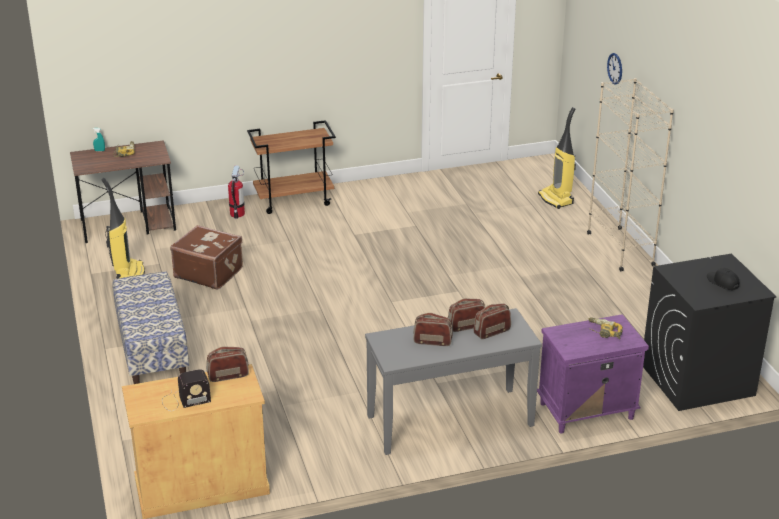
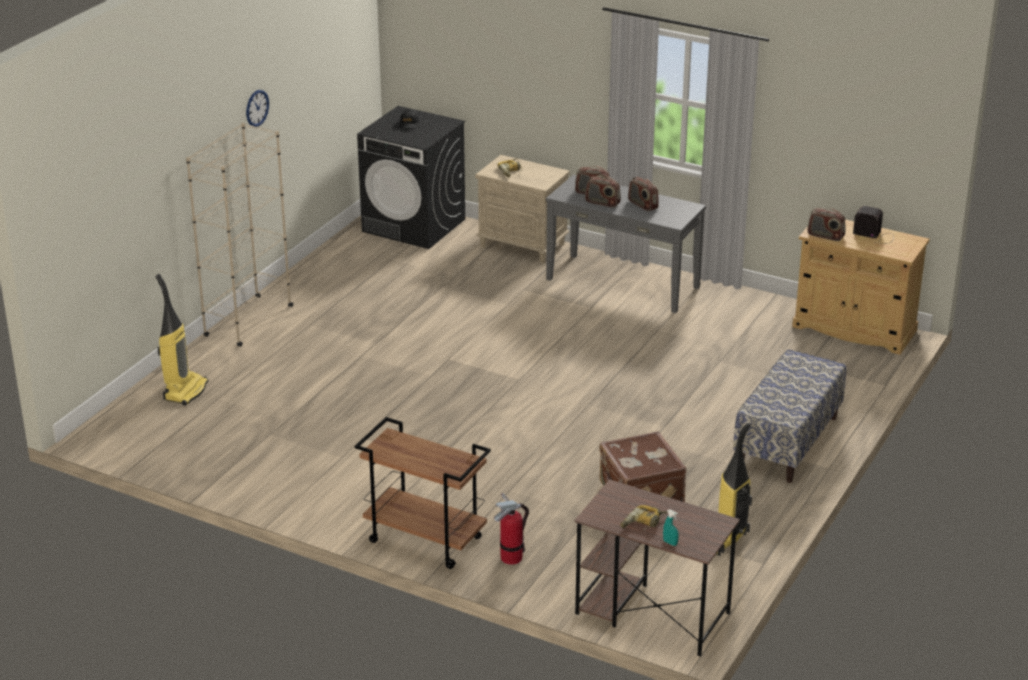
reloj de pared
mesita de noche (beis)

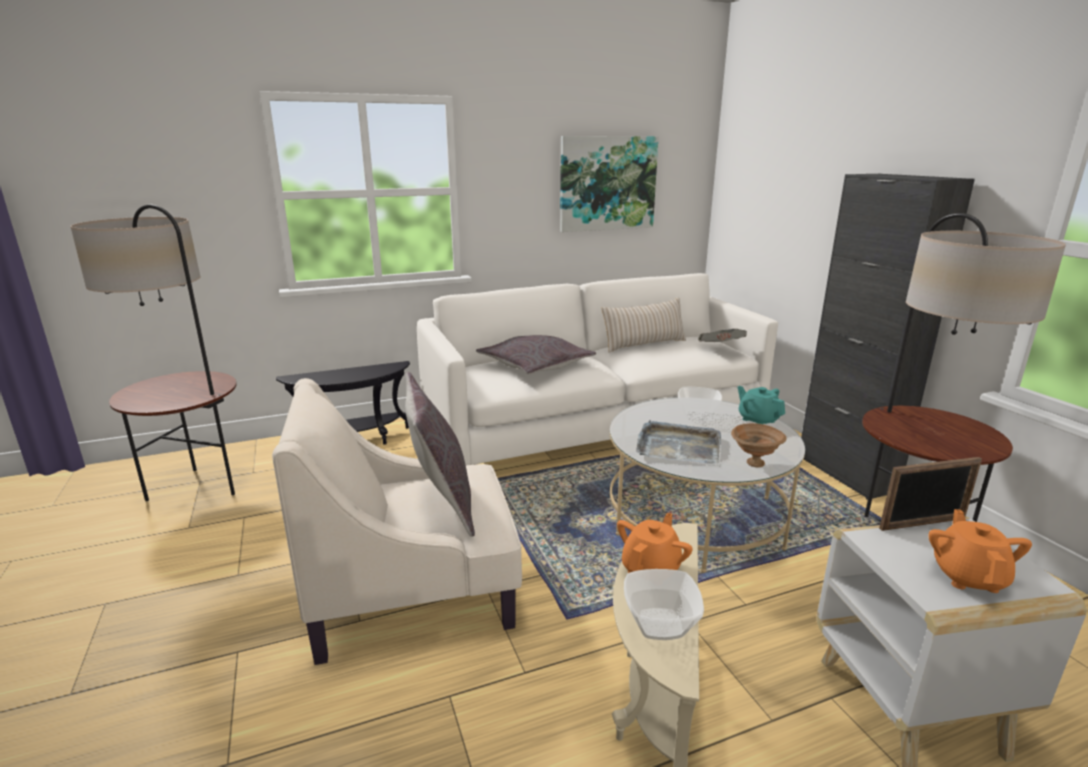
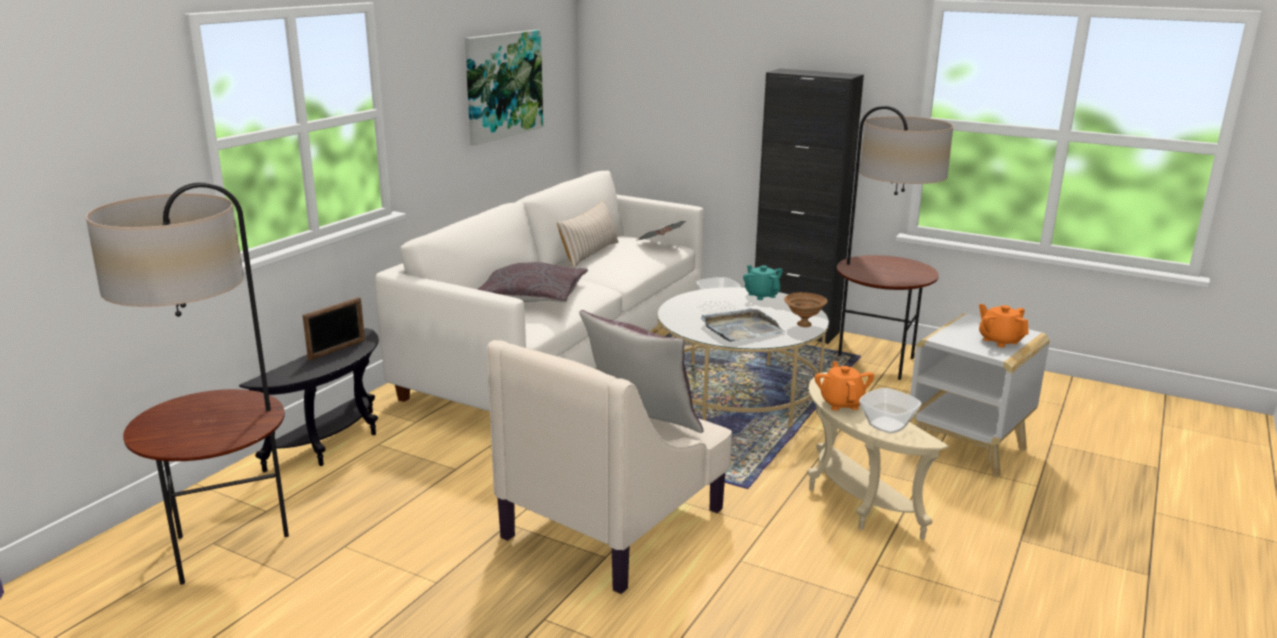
portarretratos
tetera (turquesa)

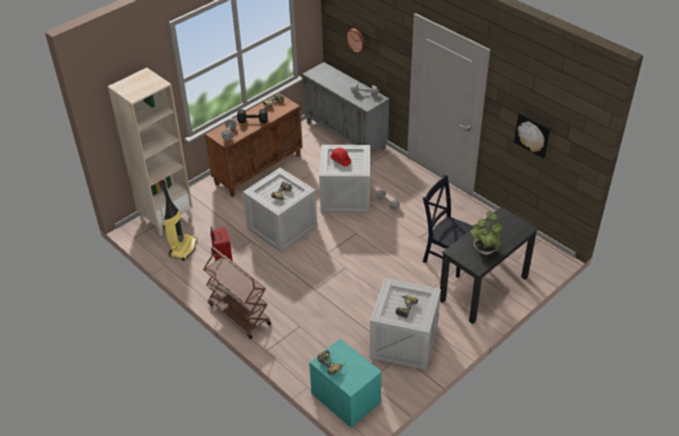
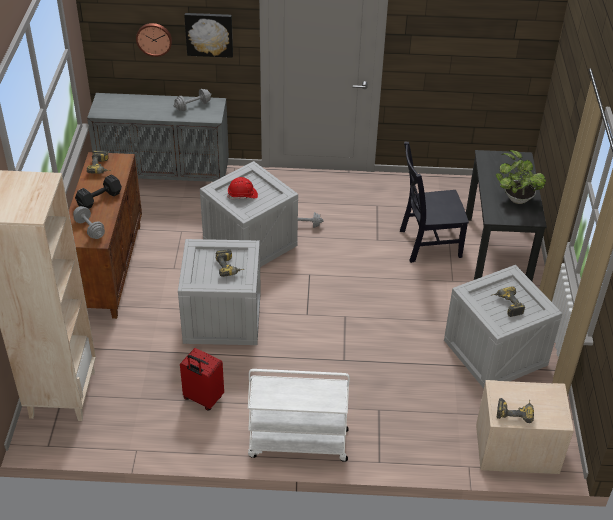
aspiradora
cuadro
carrito (blanco)
mesita de noche (beis)

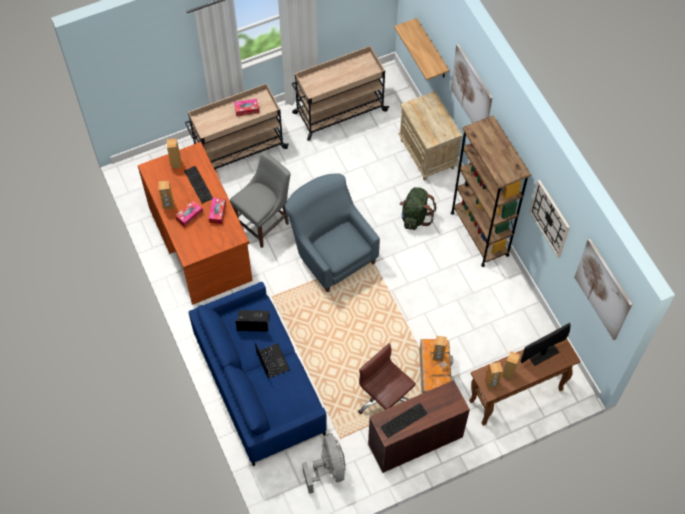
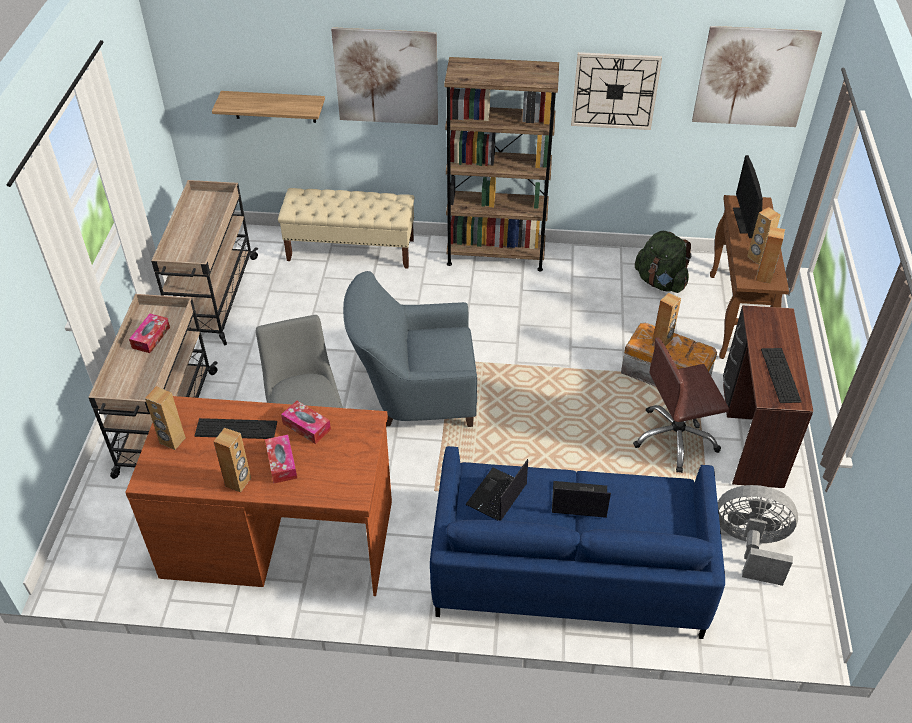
mochila (verde)
banco (beis)

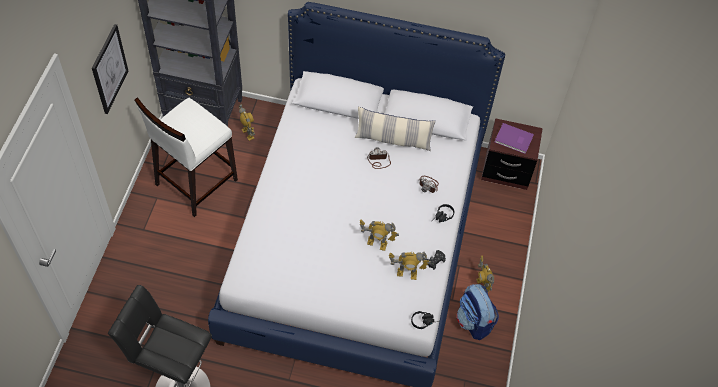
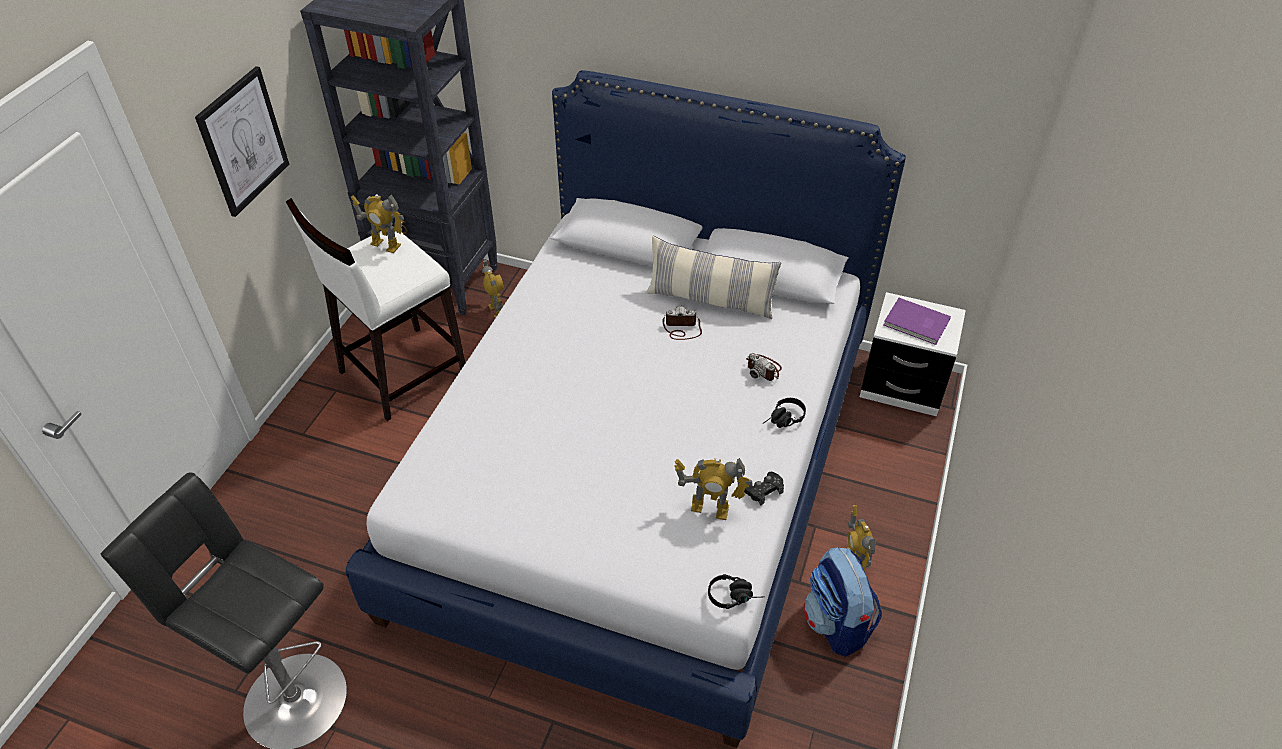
robot de juguete (1st from left)
mesita de noche (blanco)

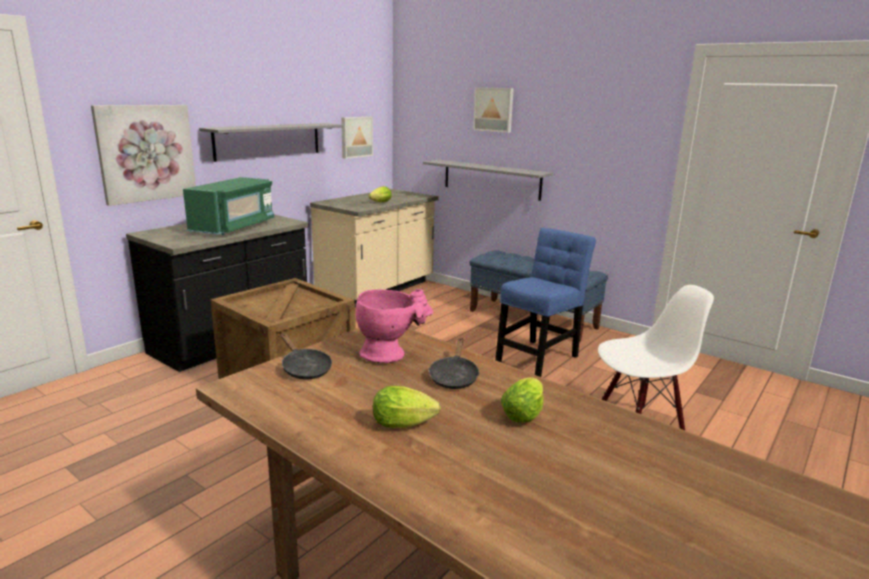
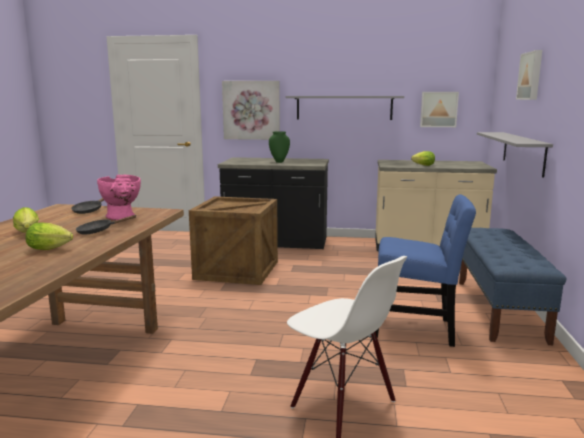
florero (verde)

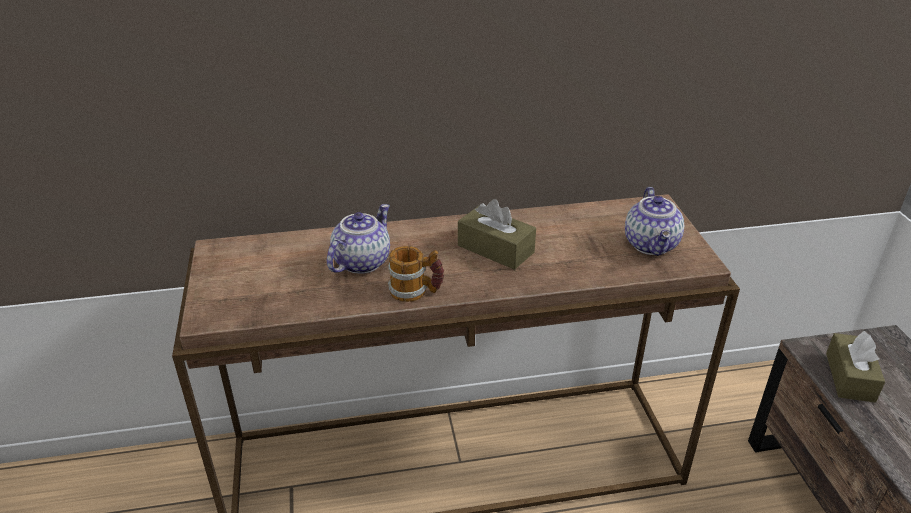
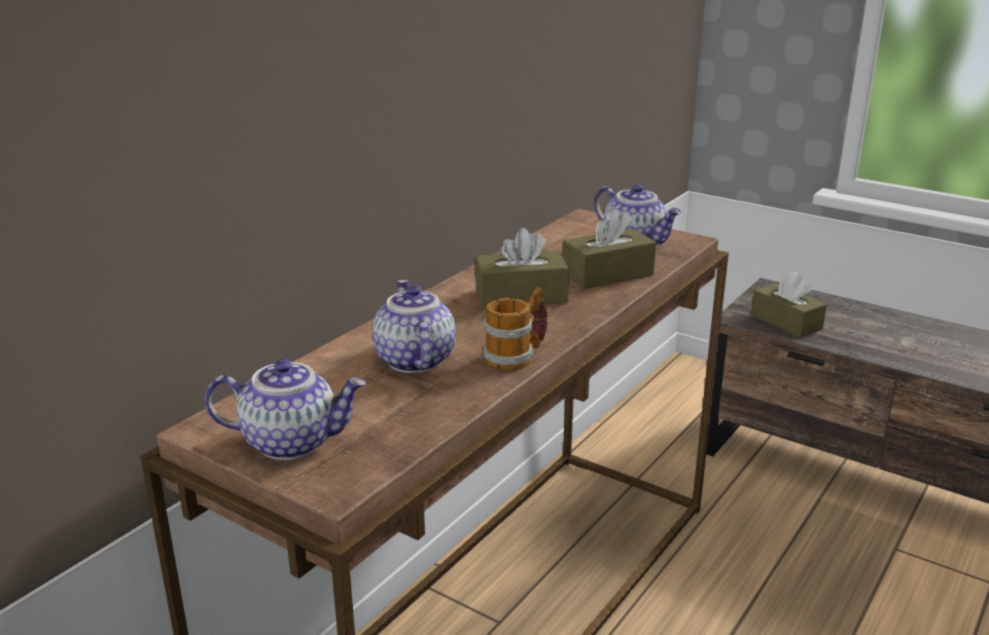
tetera (1st from left)
caja de pañuelos (marrón) (2nd from left)

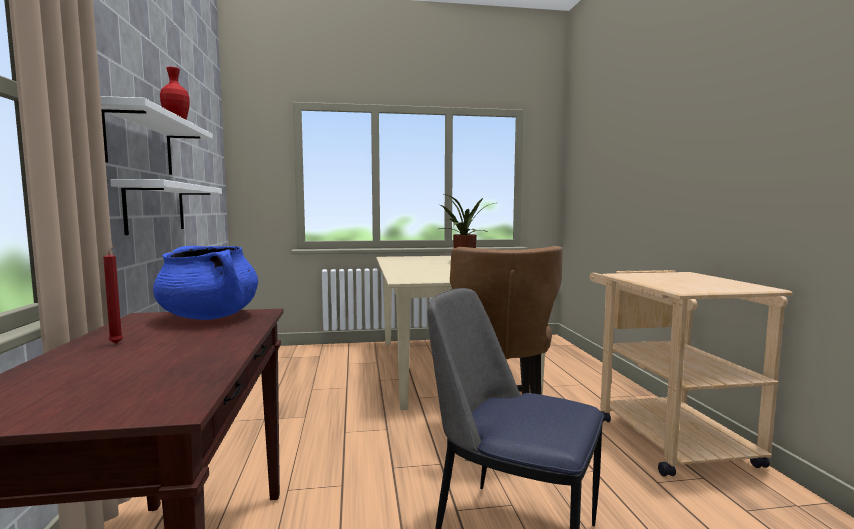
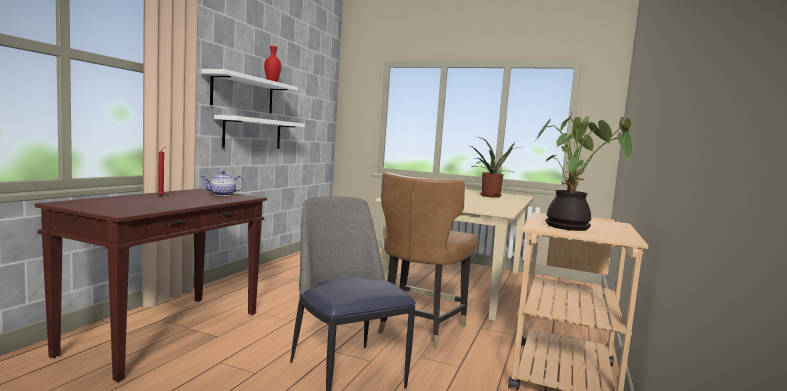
planta en maceta (2nd from left)
tetera

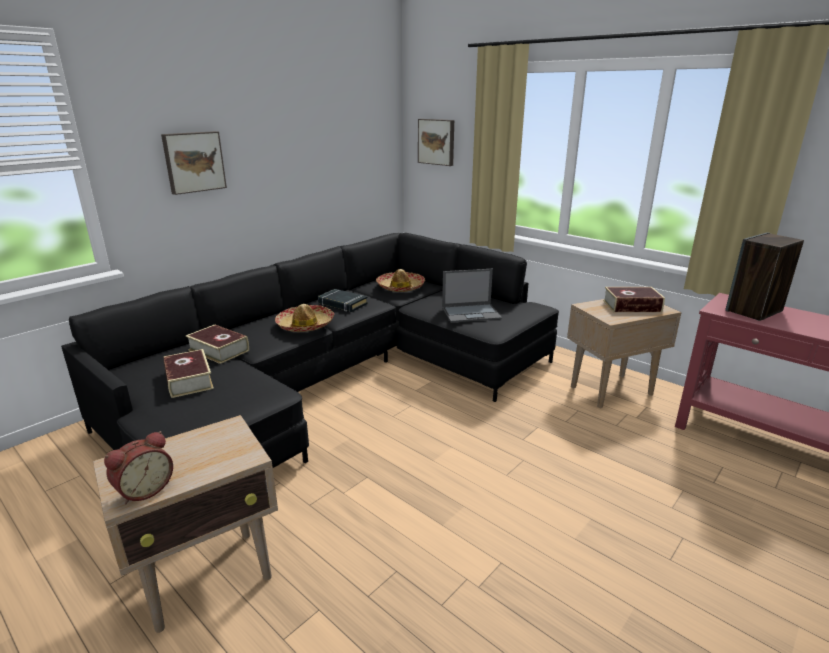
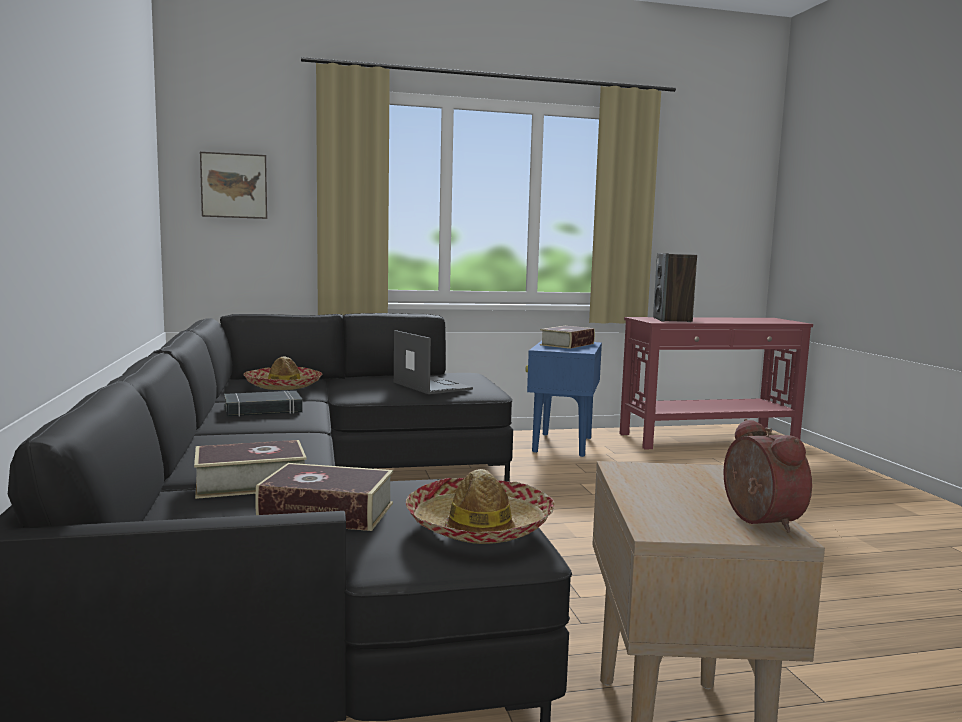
cuadro (1st from left in the first image)
sombrero (2nd from left)
mesa auxiliar (azul)
portátil

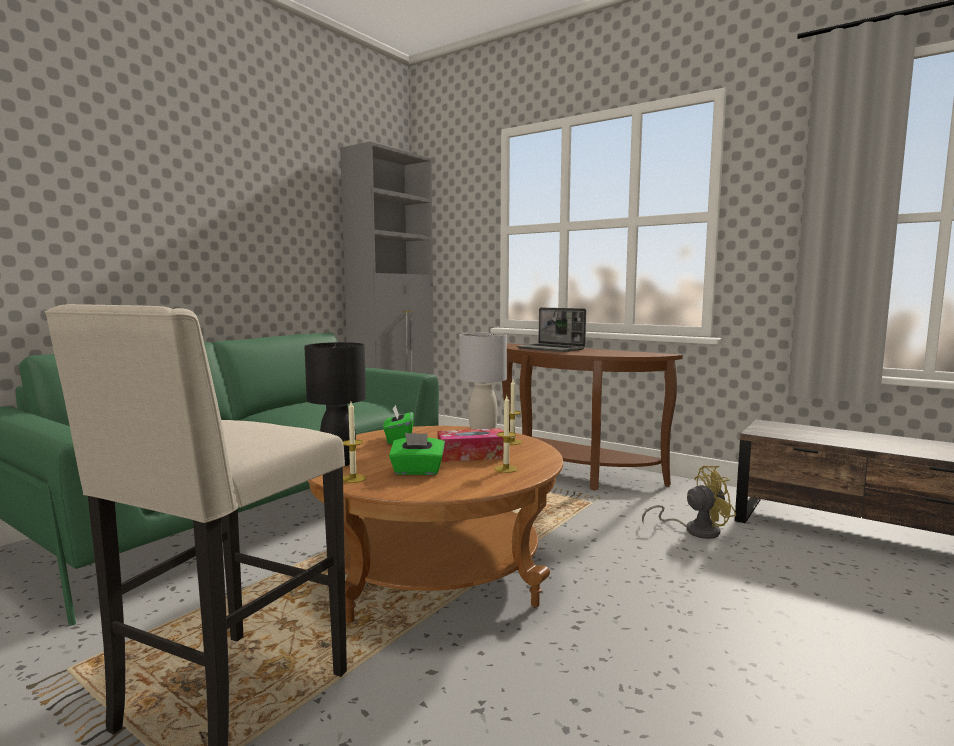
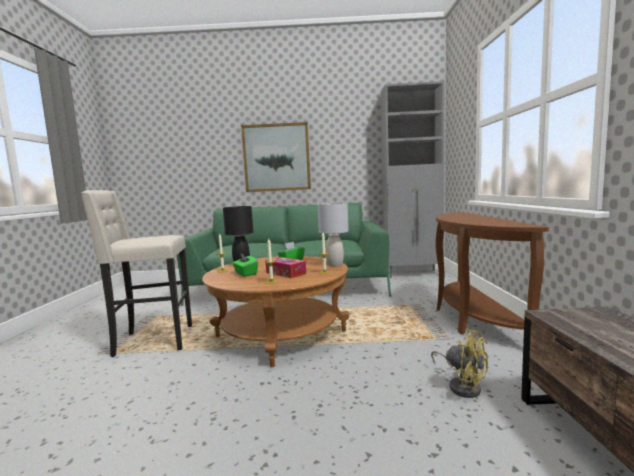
portátil
cuadro

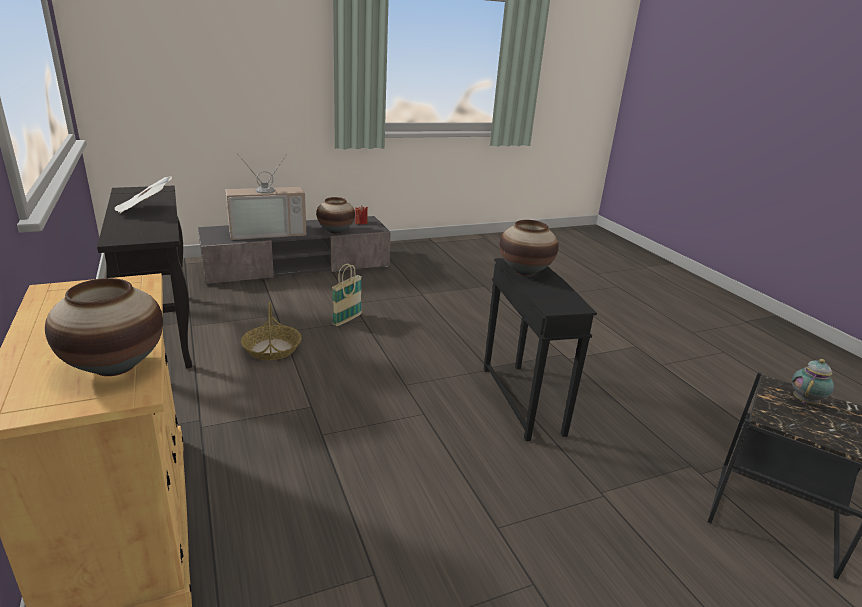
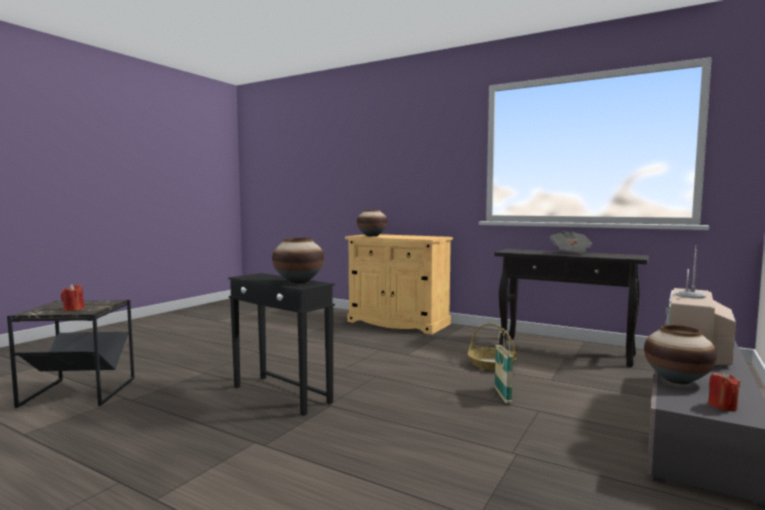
vela (rojo) (1st from left)

